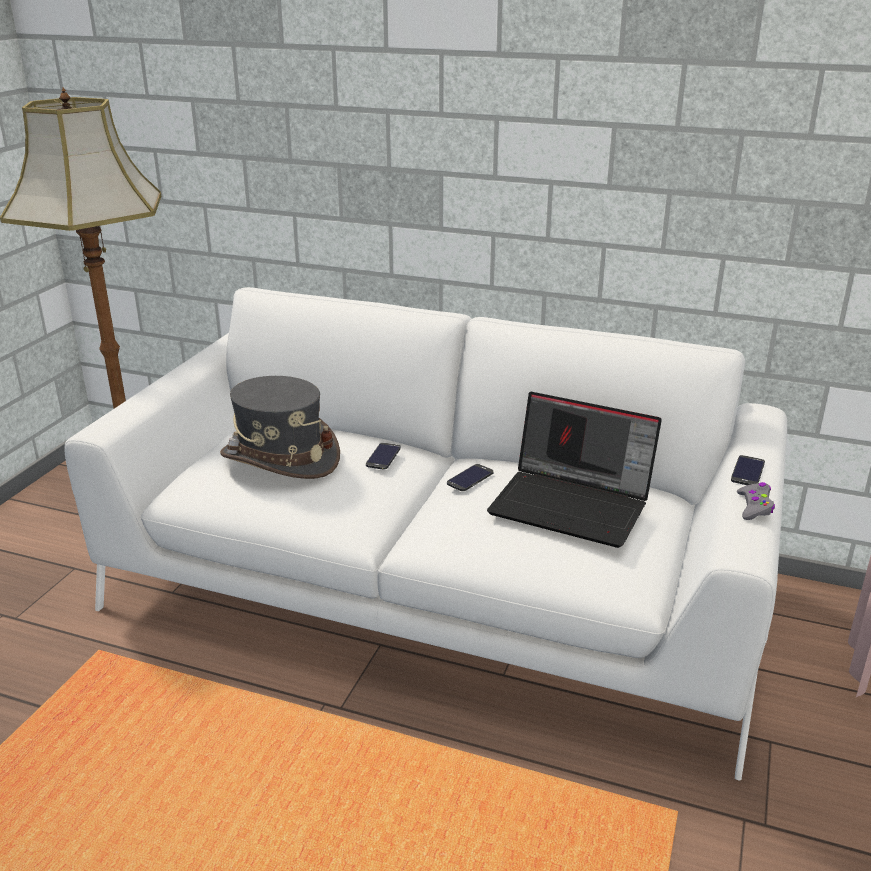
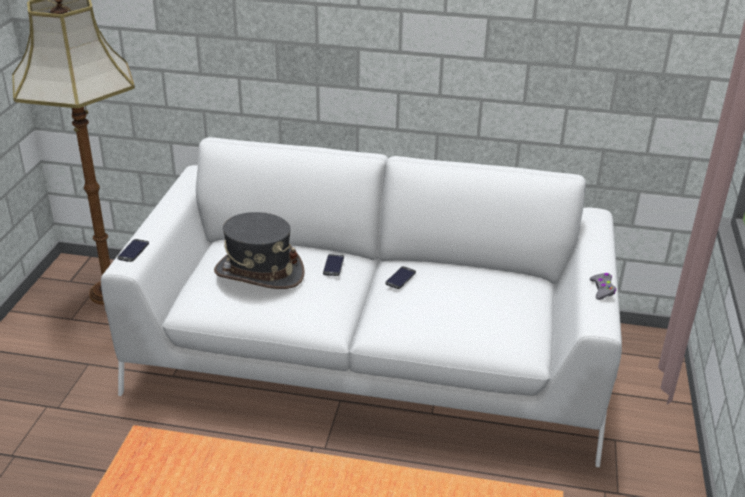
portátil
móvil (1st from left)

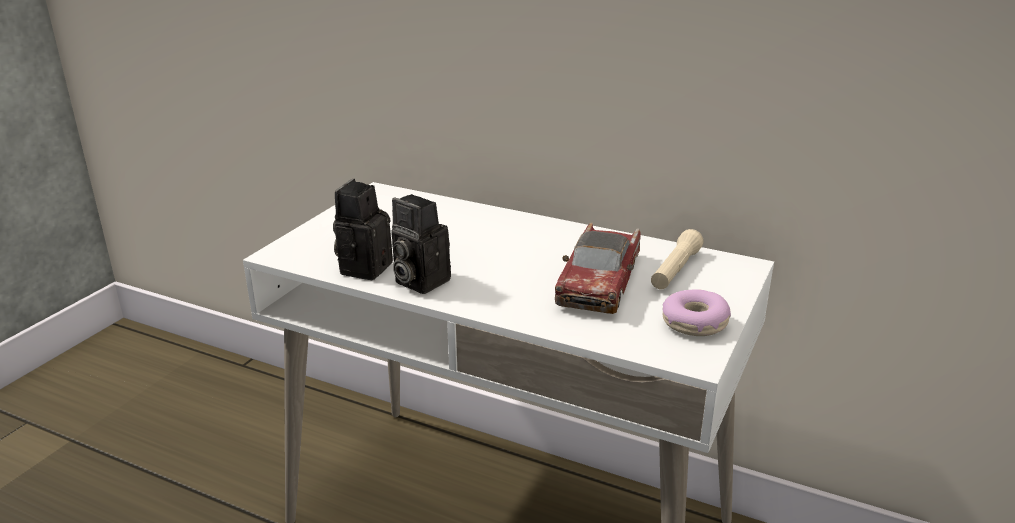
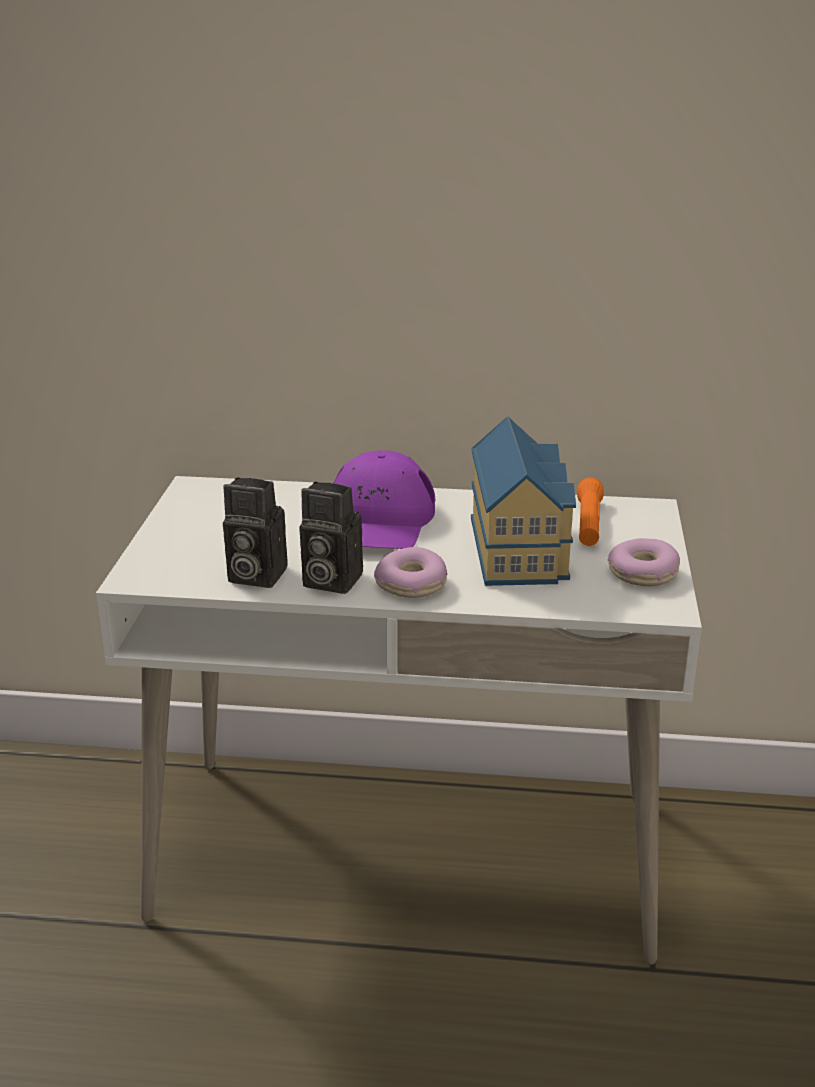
gorra (morado)
rosquilla (1st from left)
casita
linterna (naranja)
cámara (1st from left)

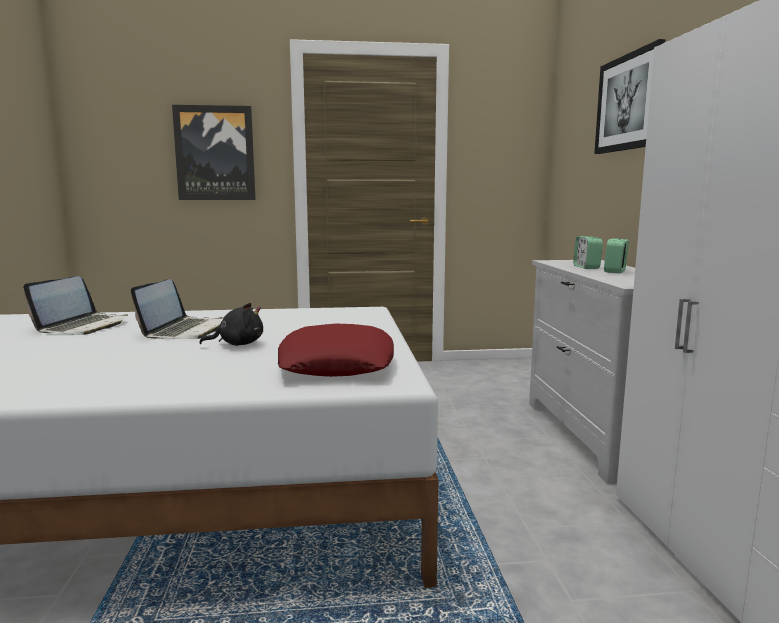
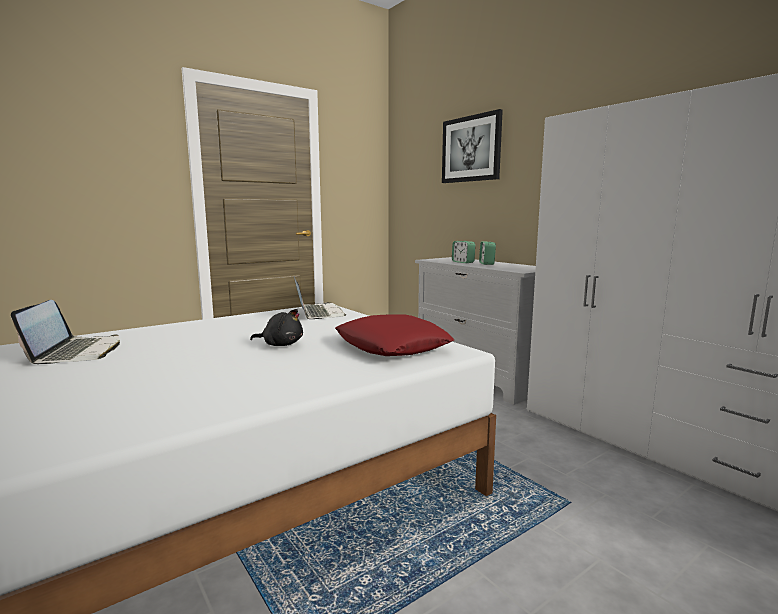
cuadro (1st from left in the first image)
portátil (2nd from left)
peluche (negro)

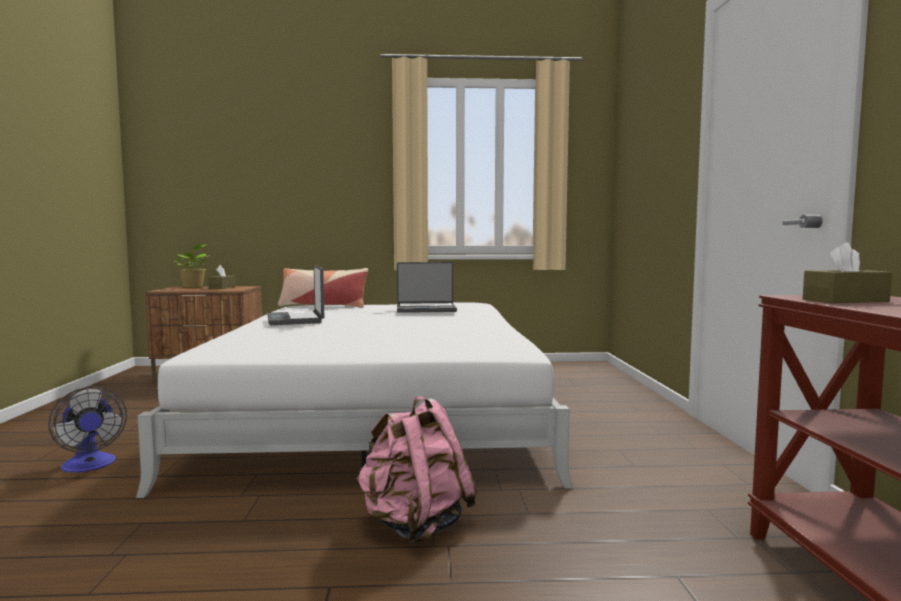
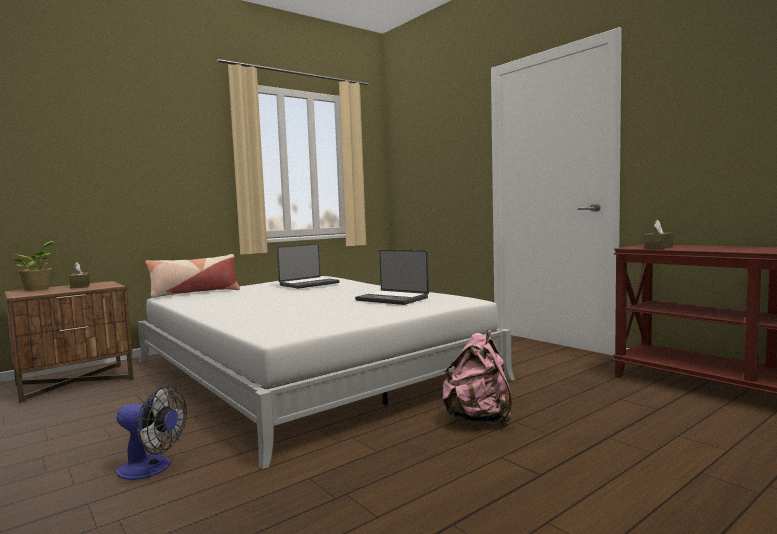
portátil (2nd from left)

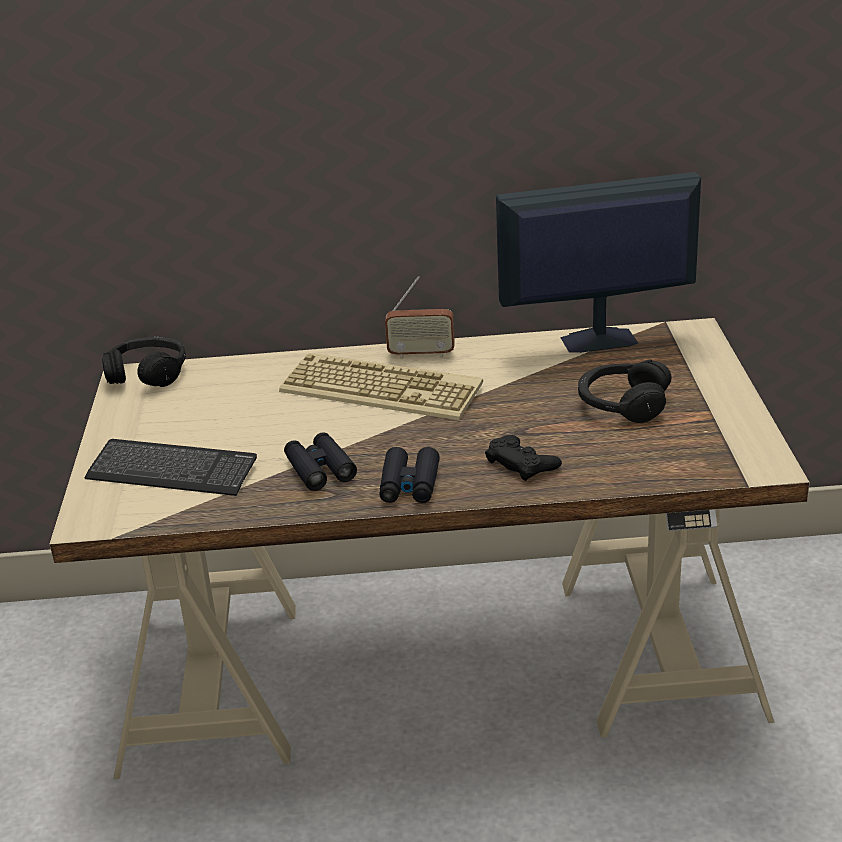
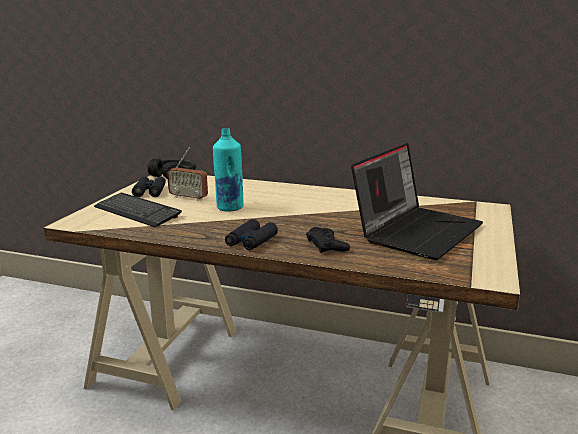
teclado (2nd from left in the first image)
monitor
botella (turquesa)
prismáticos (negro) (1st from left)
radio
portátil

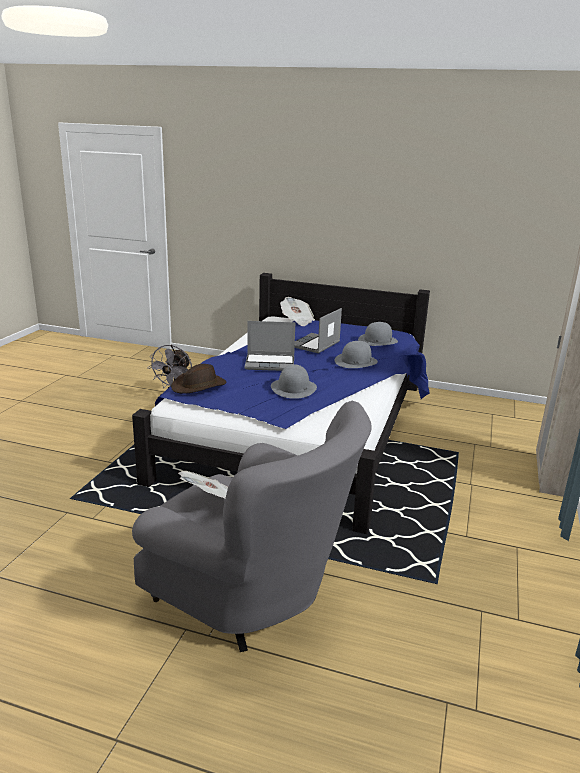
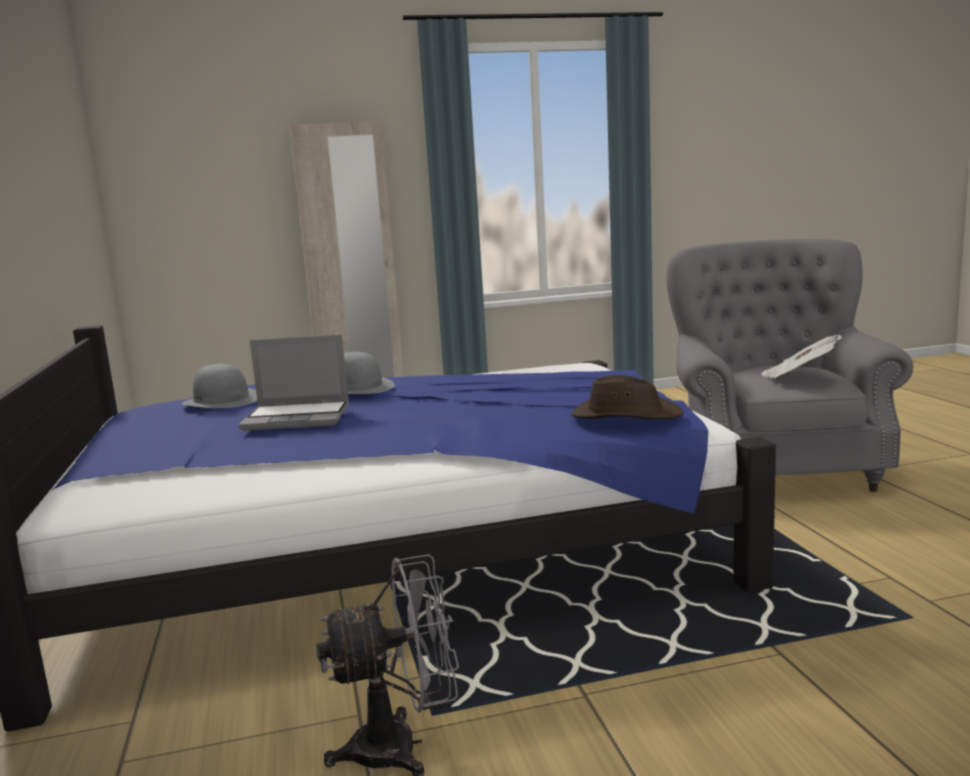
portátil (1st from left in the first image)
sombrero (gris) (1st from left in the first image)
periódico (2nd from left in the first image)

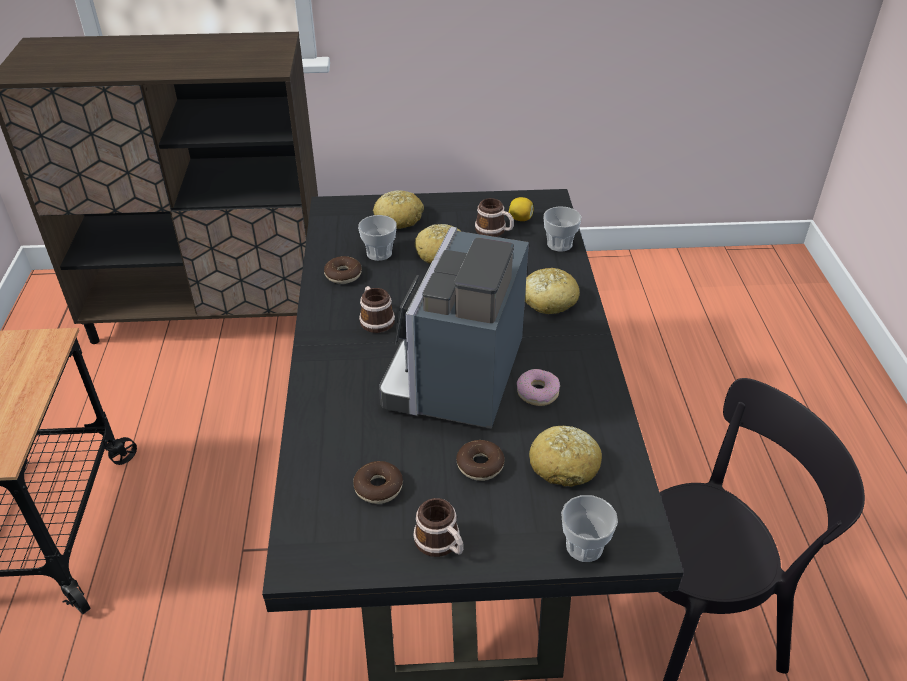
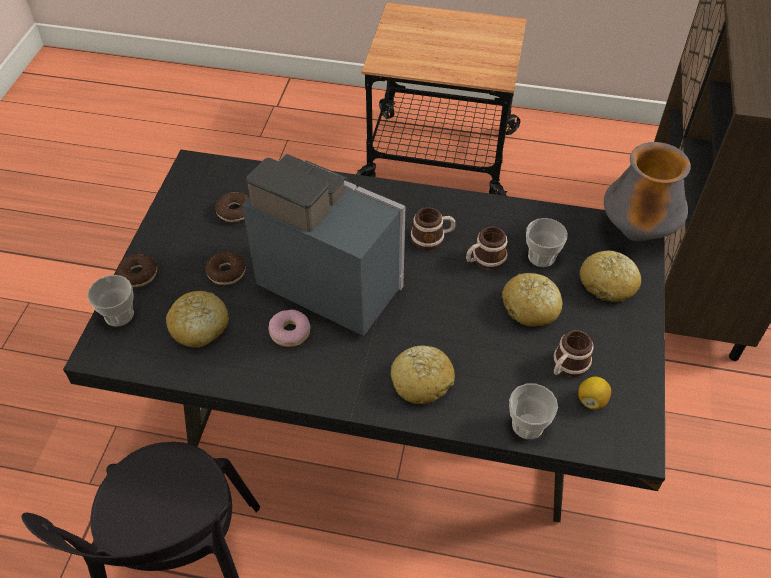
florero
rosquilla (1st from left)
taza grande (2nd from left)

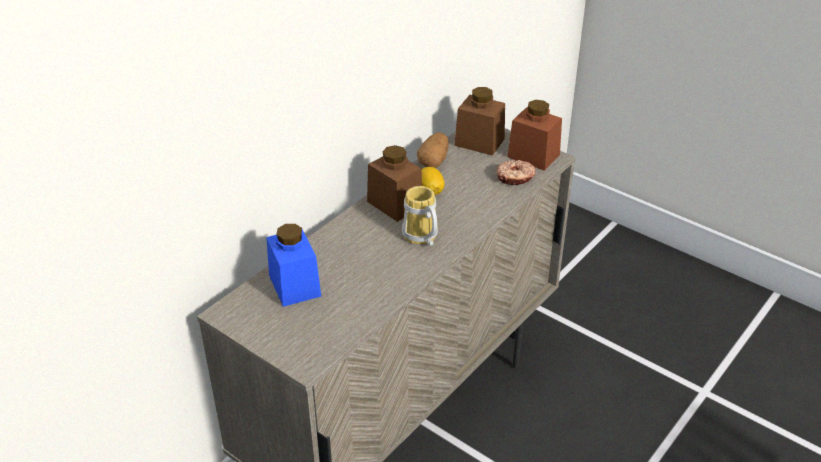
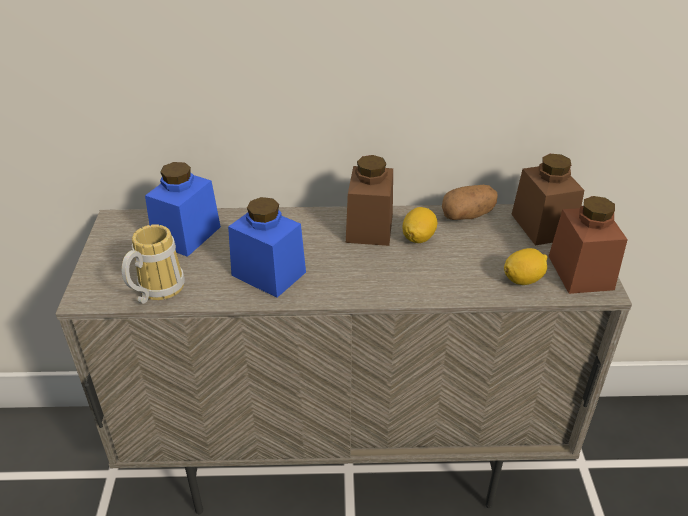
tarro (azul) (2nd from left)
taza grande
limón (2nd from left)

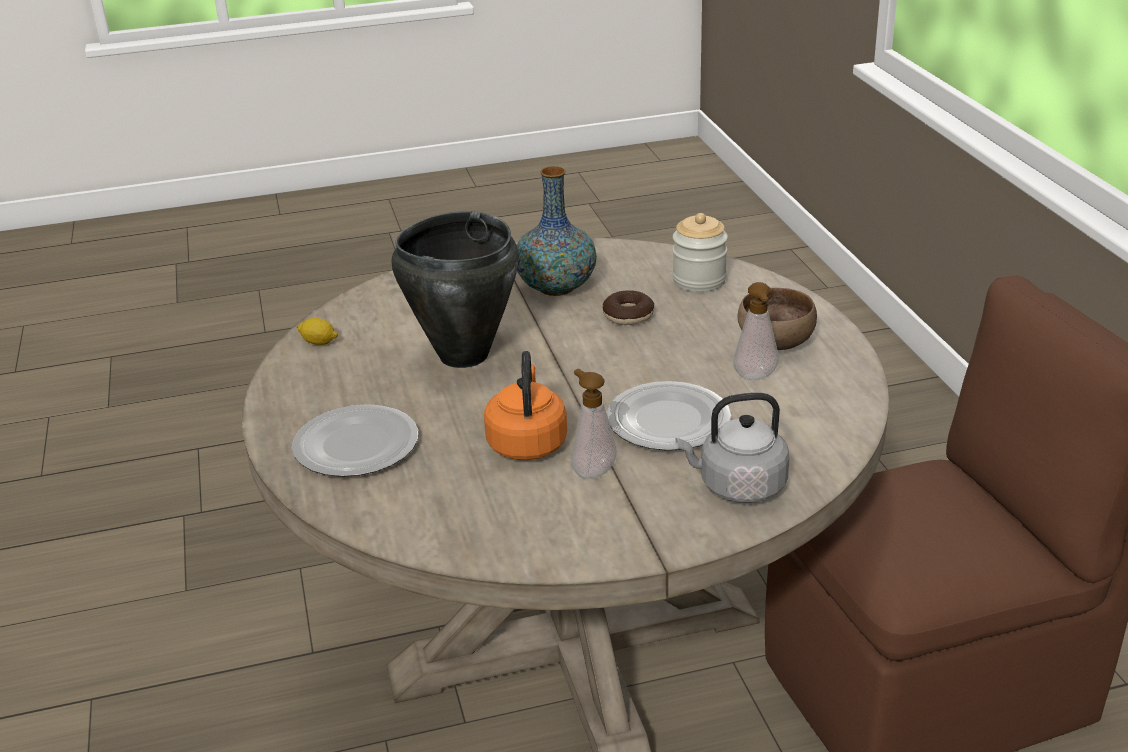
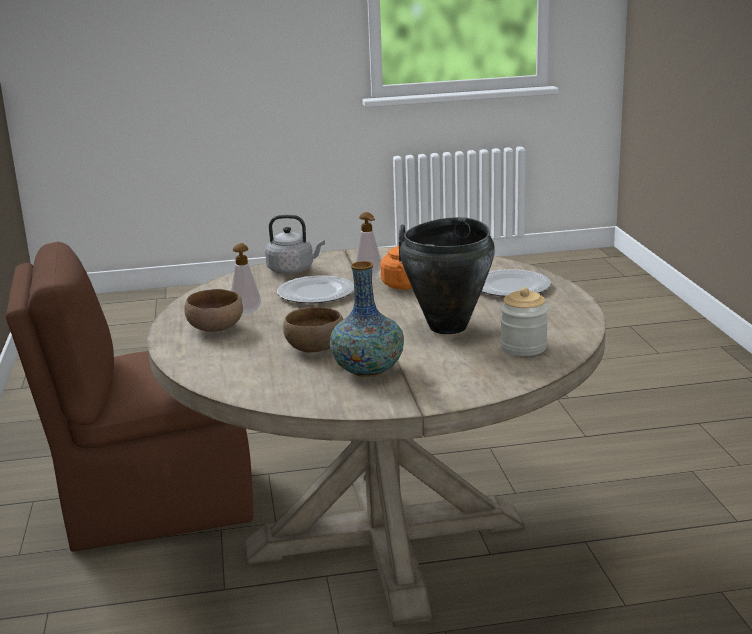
limón
tarro
cuenco (marrón) (2nd from left)

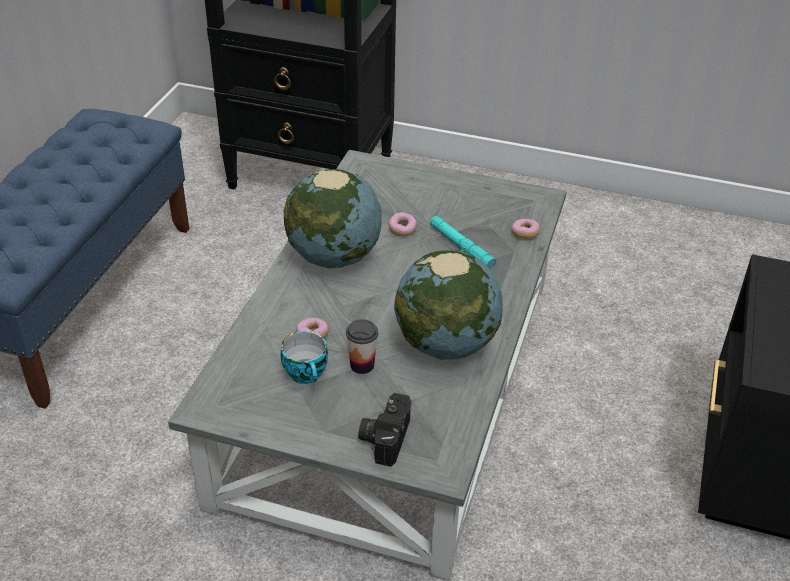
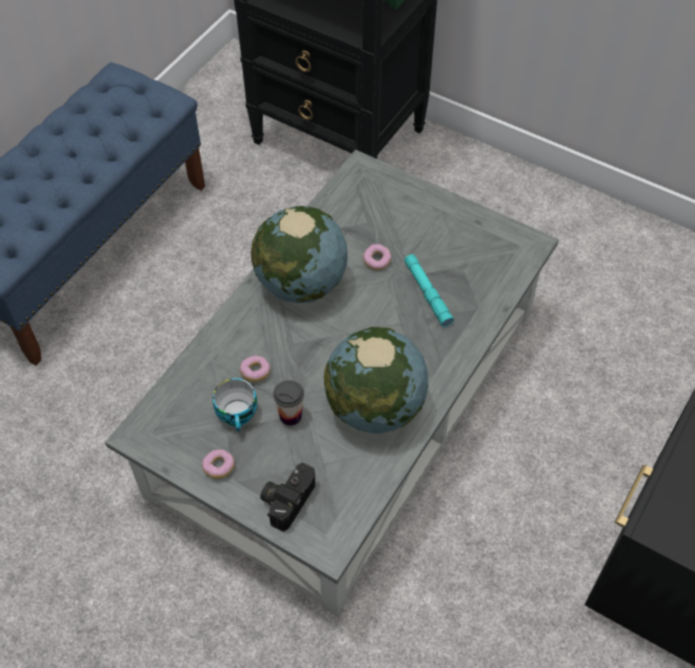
rosquilla (1st from left)

